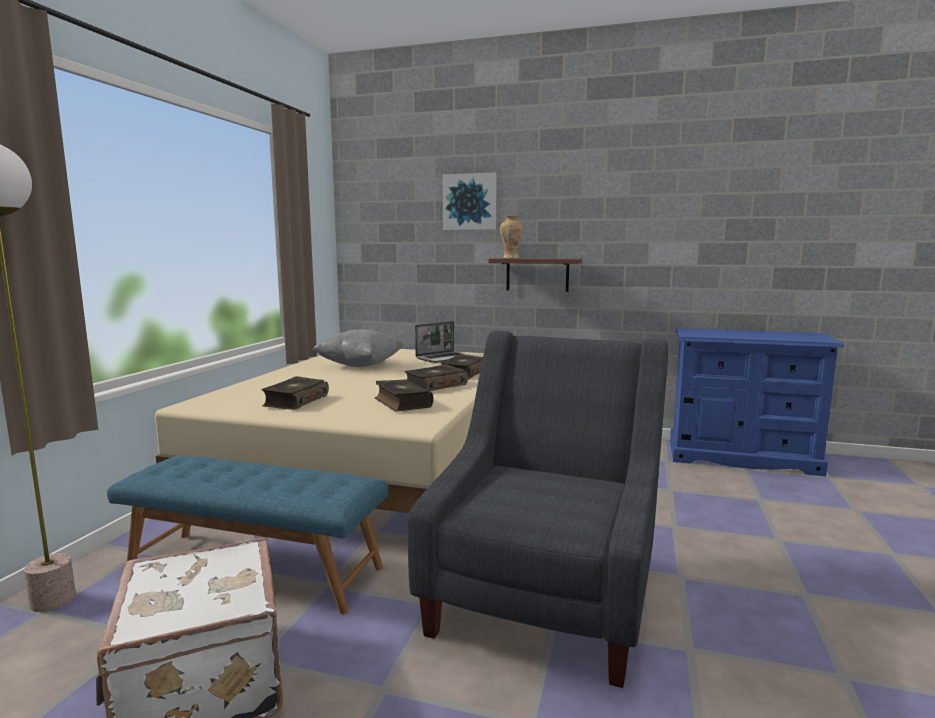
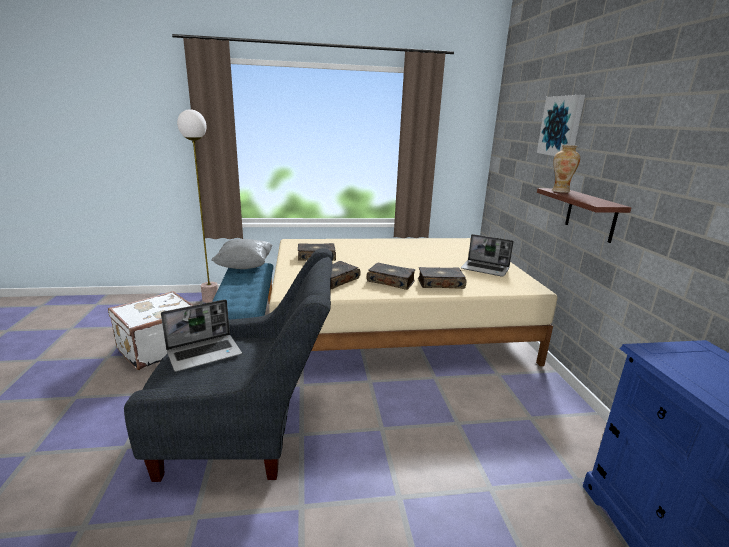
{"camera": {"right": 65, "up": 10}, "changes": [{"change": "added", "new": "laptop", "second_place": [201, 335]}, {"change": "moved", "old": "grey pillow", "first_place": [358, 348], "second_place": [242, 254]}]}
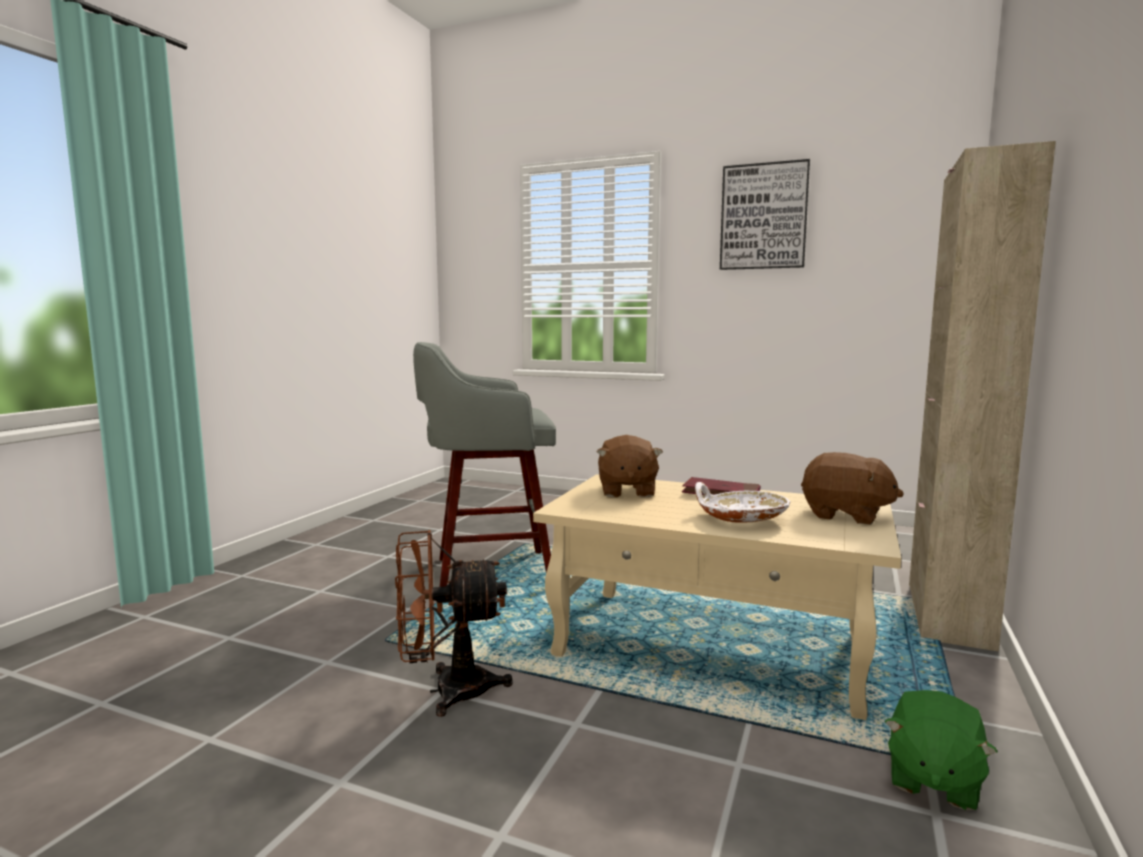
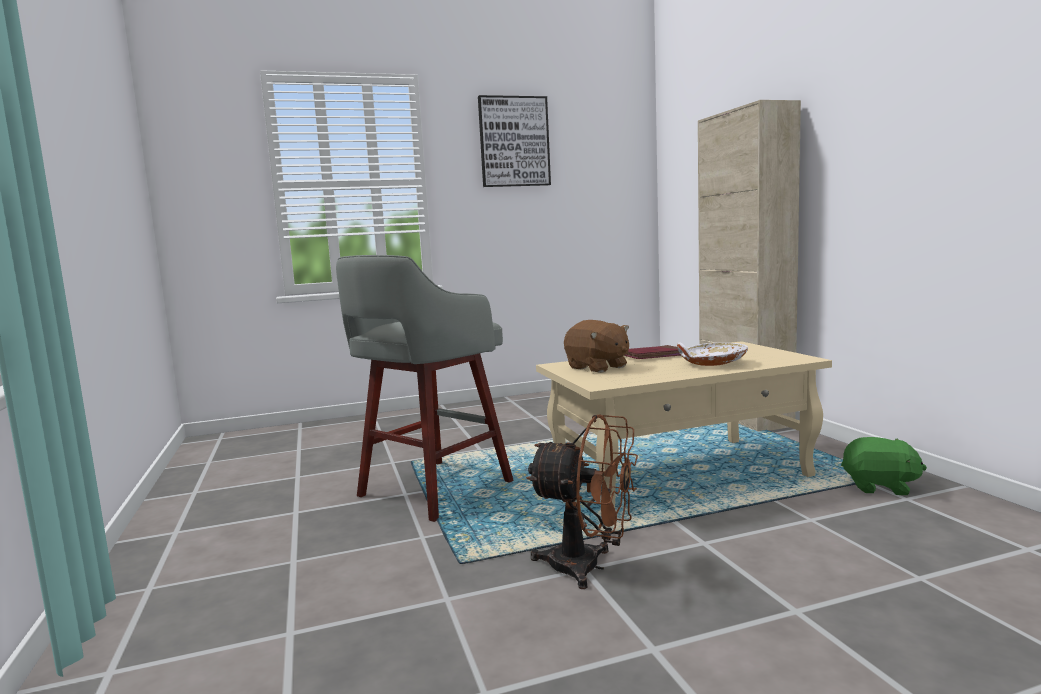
{"camera": {"right": -40, "up": 0}, "changes": [{"change": "turned", "old": "brown fan", "first_place": [454, 623], "second_place": [582, 501], "degrees": -105}, {"change": "turned", "old": "green plush toy", "first_place": [941, 750], "second_place": [884, 466], "degrees": -60}, {"change": "removed", "old": "brown plush toy", "first_place": [852, 488]}]}
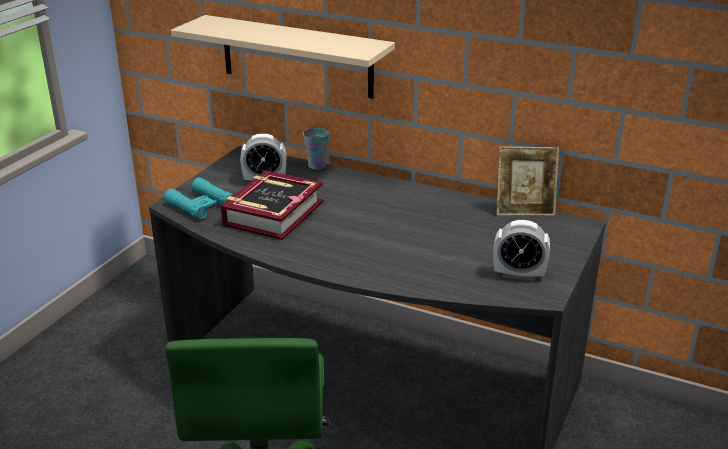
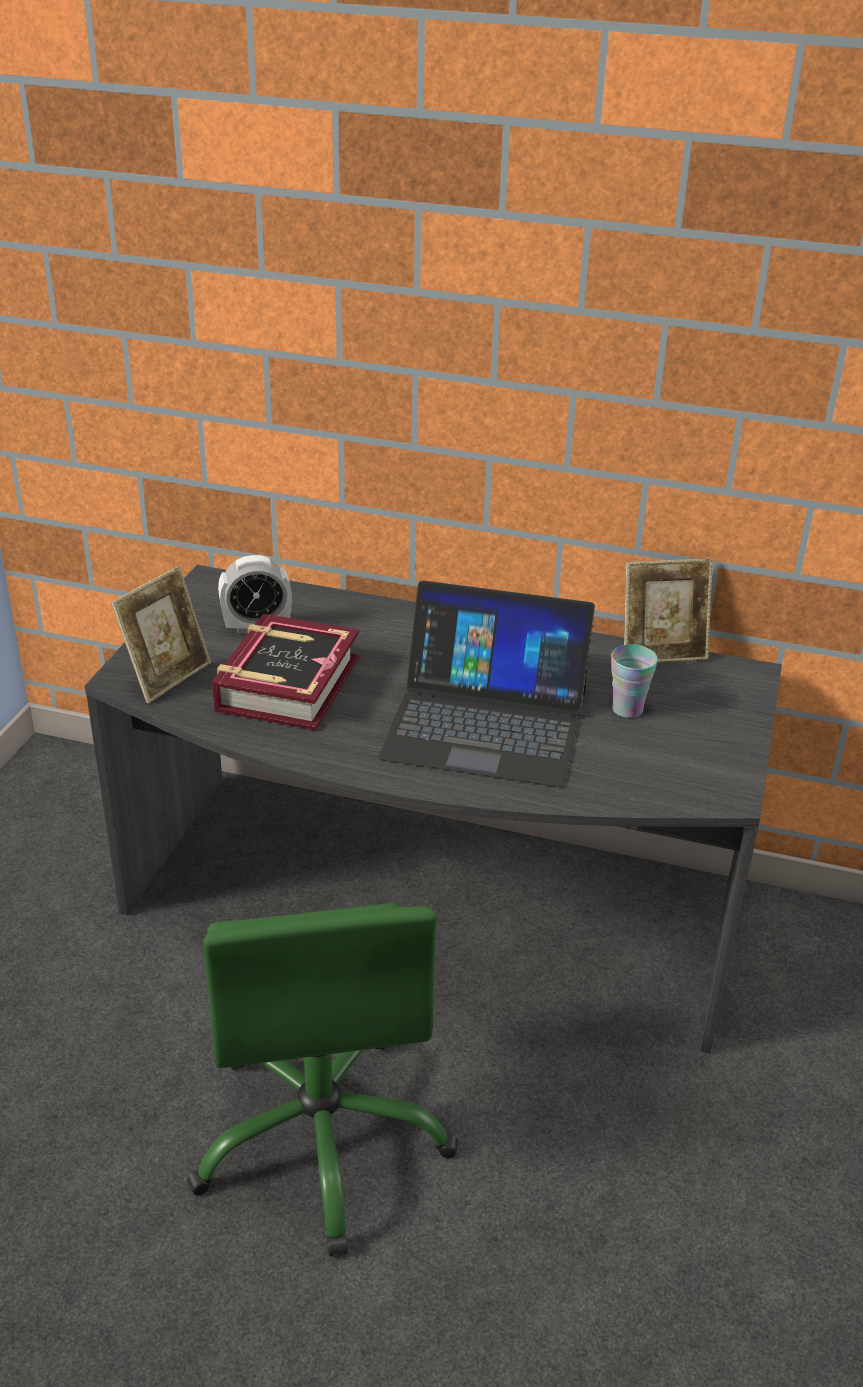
{"camera": {"right": -10, "up": 5}, "changes": [{"change": "replaced", "old": "turquoise binoculars", "new": "picture frame", "first_place": [198, 198], "second_place": [161, 634]}, {"change": "added", "new": "laptop", "second_place": [486, 684]}, {"change": "moved", "old": "cup", "first_place": [316, 149], "second_place": [634, 681]}, {"change": "removed", "old": "beige shelf", "first_place": [283, 57]}, {"change": "removed", "old": "alarm clock", "first_place": [521, 250]}]}
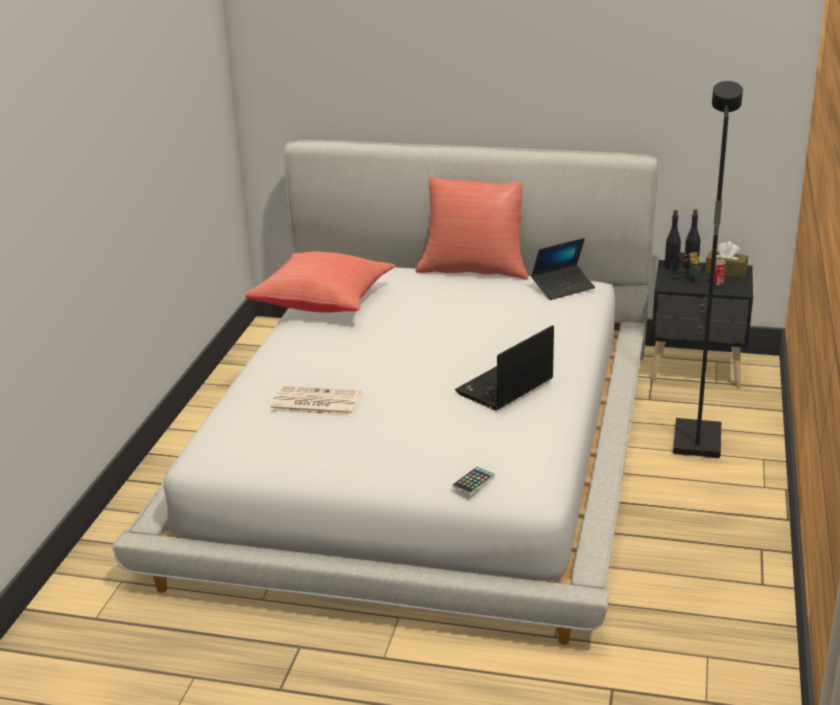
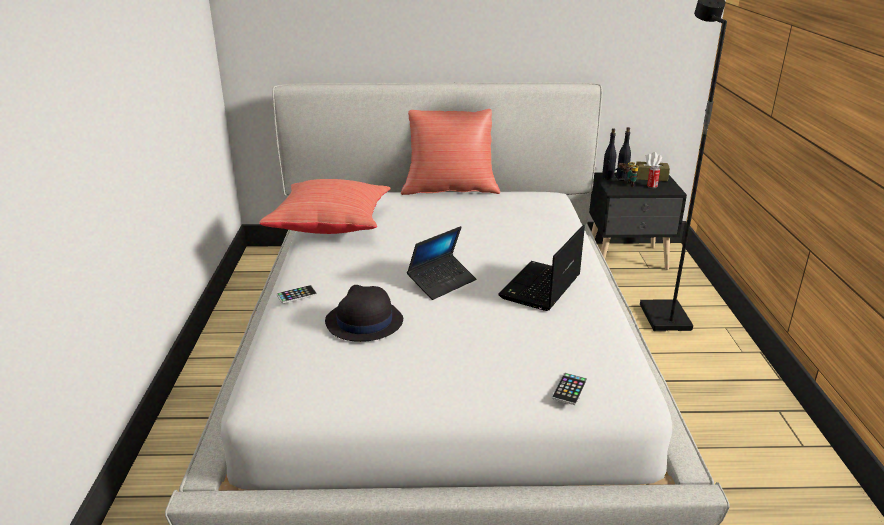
{"camera": {"right": -15, "up": 0}, "changes": [{"change": "added", "new": "phone", "second_place": [297, 294]}, {"change": "replaced", "old": "newspaper", "new": "black hat", "first_place": [315, 401], "second_place": [364, 313]}, {"change": "moved", "old": "laptop", "first_place": [563, 269], "second_place": [441, 263]}]}
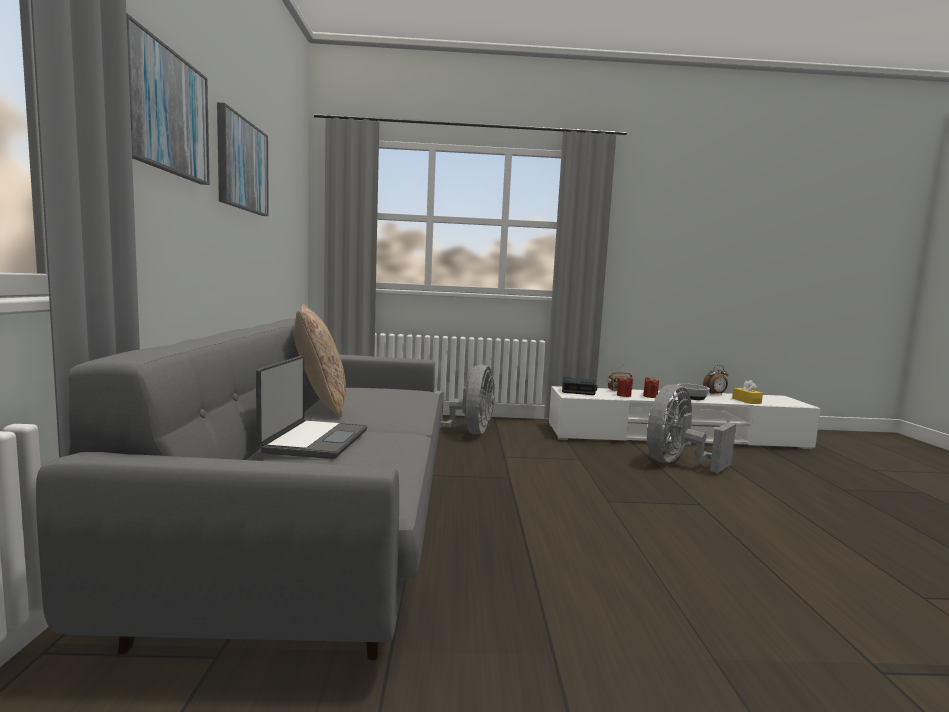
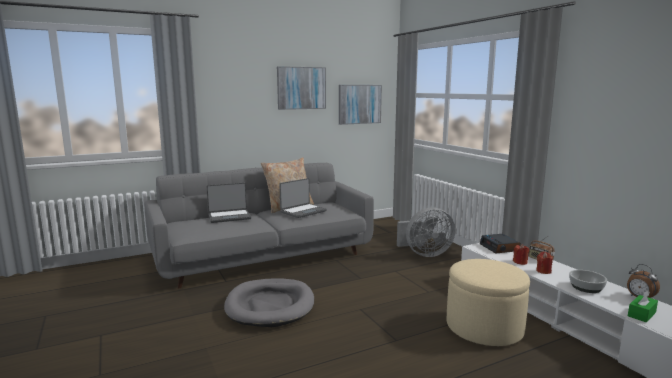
{"camera": {"right": 65, "up": 5}, "changes": [{"change": "added", "new": "grey dog bed", "second_place": [269, 302]}, {"change": "added", "new": "laptop", "second_place": [303, 198]}, {"change": "moved", "old": "picture", "first_place": [168, 99], "second_place": [360, 105]}, {"change": "replaced", "old": "grey fan", "new": "beige ottoman", "first_place": [691, 428], "second_place": [488, 302]}, {"change": "recoloured", "old": "yellow tissue box", "new": "green tissue box", "first_place": [747, 392], "second_place": [643, 306]}]}
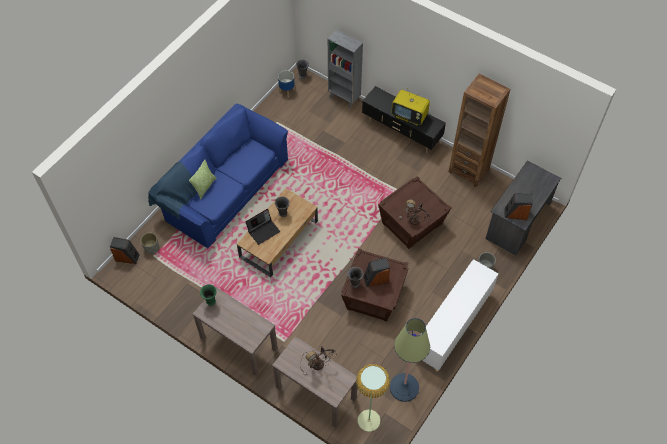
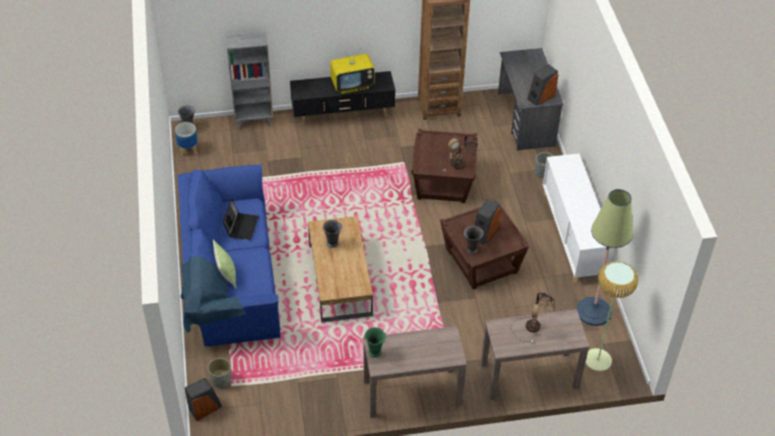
{"camera": {"right": -45, "up": -10}, "changes": [{"change": "moved", "old": "laptop", "first_place": [263, 227], "second_place": [241, 219]}]}
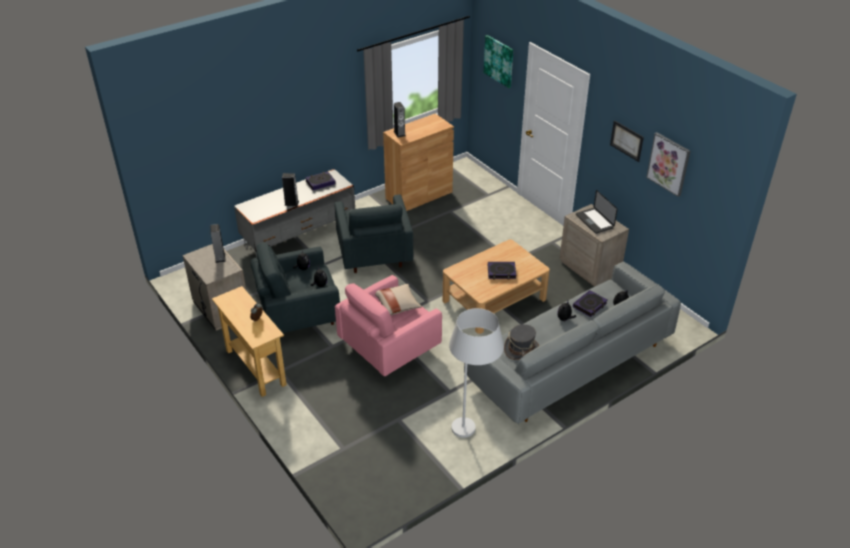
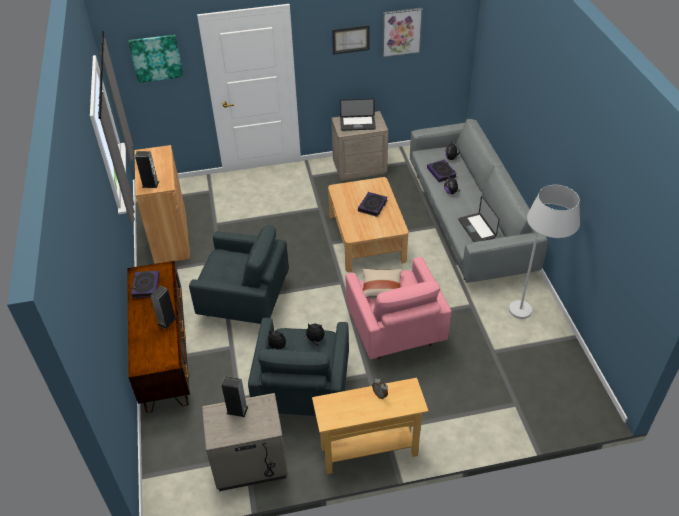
{"camera": {"right": -65, "up": 5}, "changes": [{"change": "recoloured", "old": "grey tv stand", "new": "brown tv stand", "first_place": [294, 213], "second_place": [158, 337]}, {"change": "replaced", "old": "grey hat", "new": "laptop", "first_place": [521, 342], "second_place": [478, 218]}]}
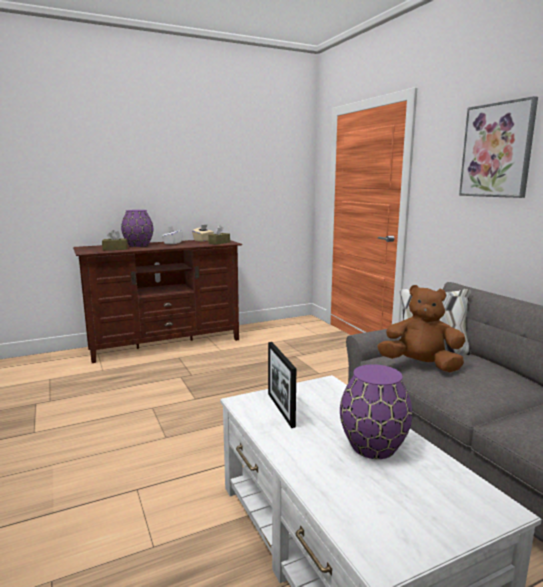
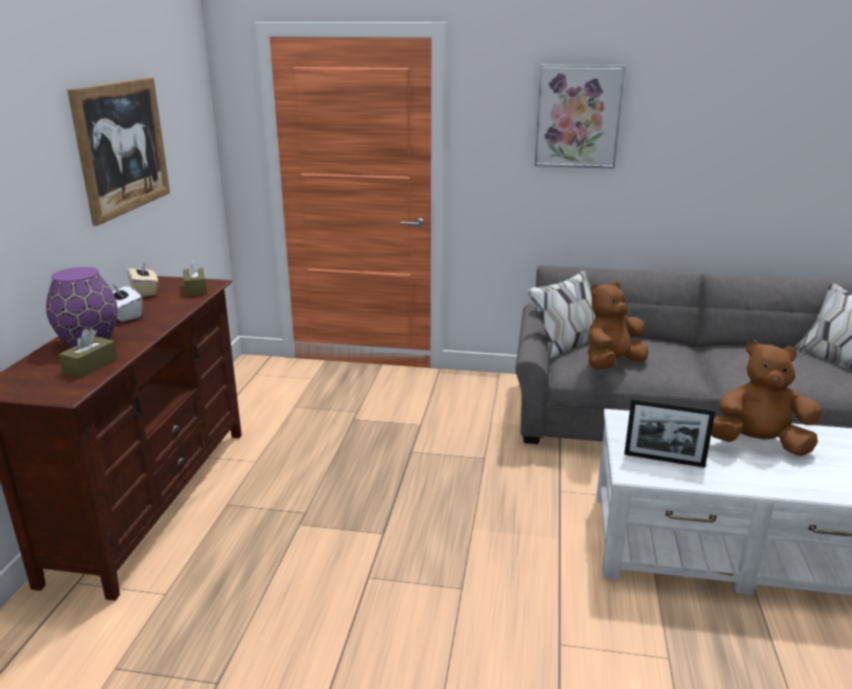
{"camera": {"right": -55, "up": 10}, "changes": [{"change": "added", "new": "picture", "second_place": [118, 152]}, {"change": "replaced", "old": "purple vase", "new": "brown plush toy", "first_place": [376, 411], "second_place": [766, 398]}]}
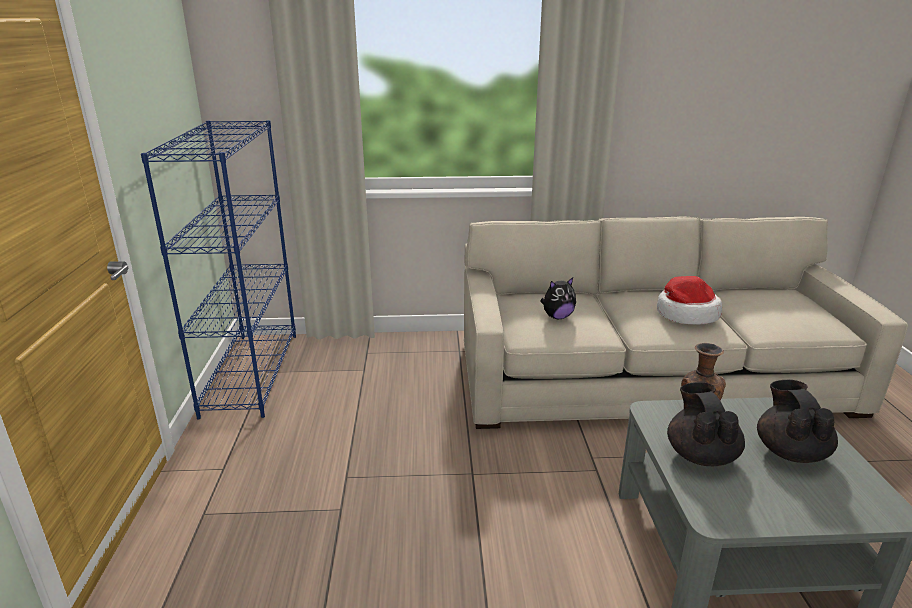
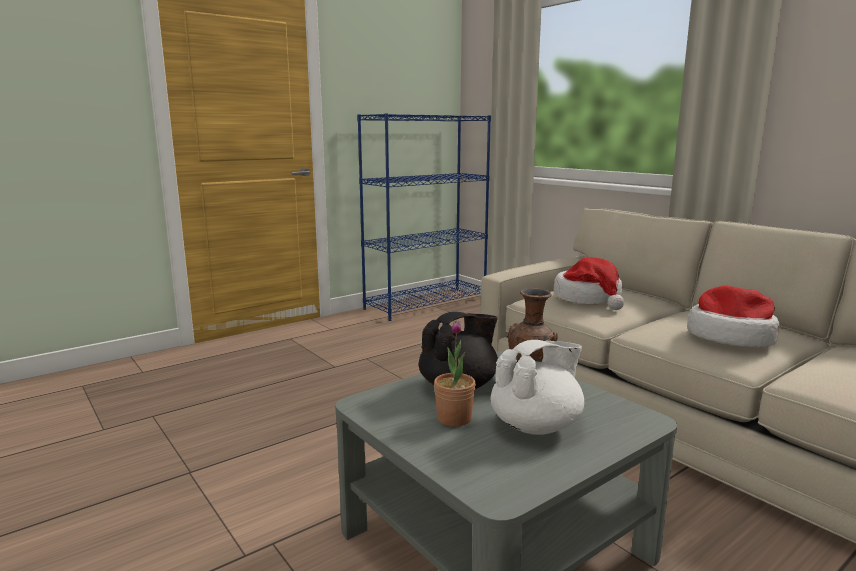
{"camera": {"right": 55, "up": -10}, "changes": [{"change": "added", "new": "potted plant", "second_place": [455, 374]}, {"change": "recoloured", "old": "black teapot", "new": "white teapot", "first_place": [797, 421], "second_place": [537, 387]}, {"change": "replaced", "old": "plush toy", "new": "hat", "first_place": [558, 298], "second_place": [589, 283]}]}
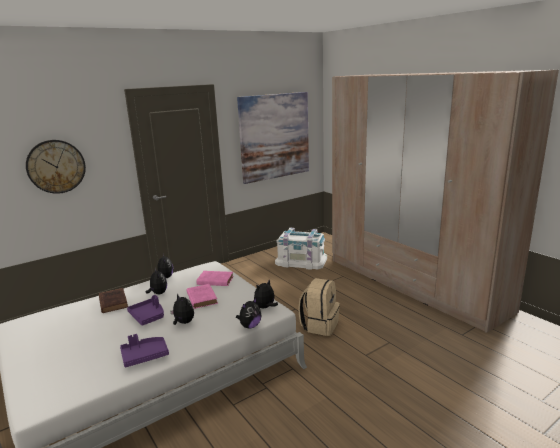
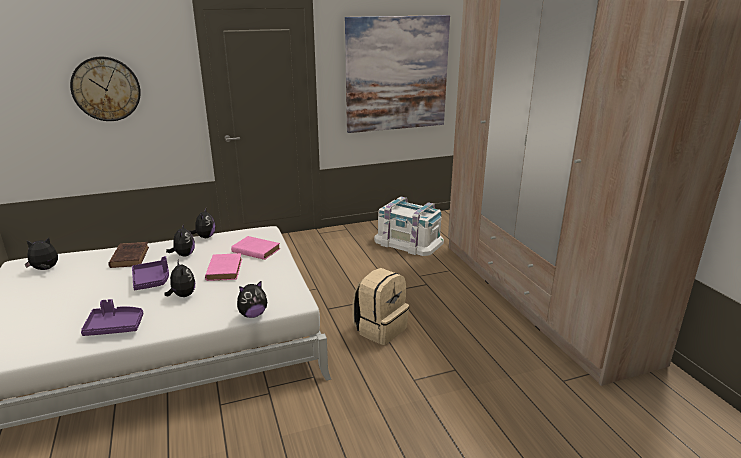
{"camera": {"right": 15, "up": 5}, "changes": [{"change": "moved", "old": "plush toy", "first_place": [266, 293], "second_place": [41, 253]}]}
